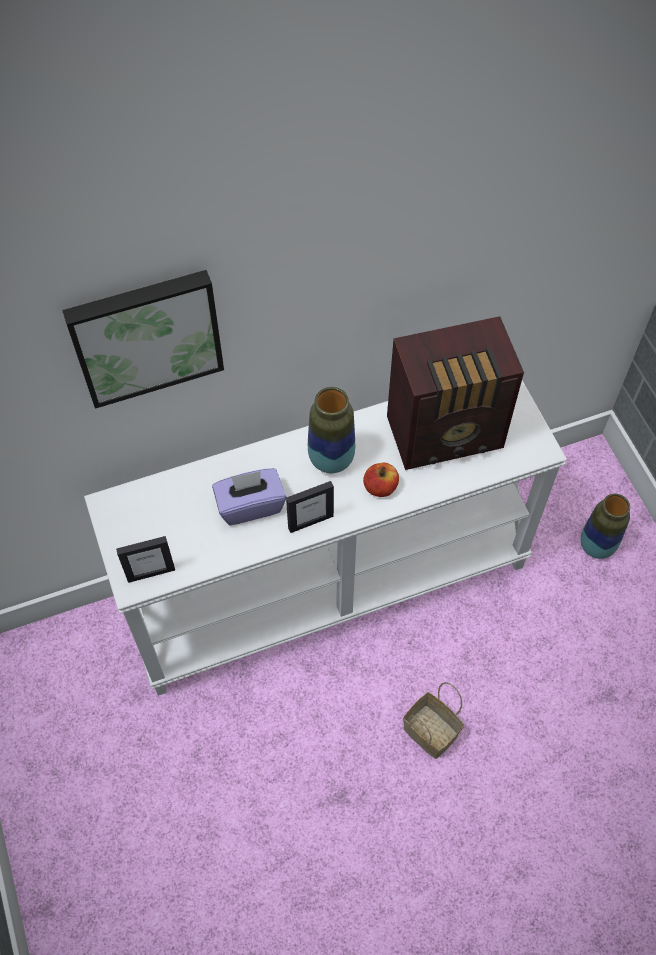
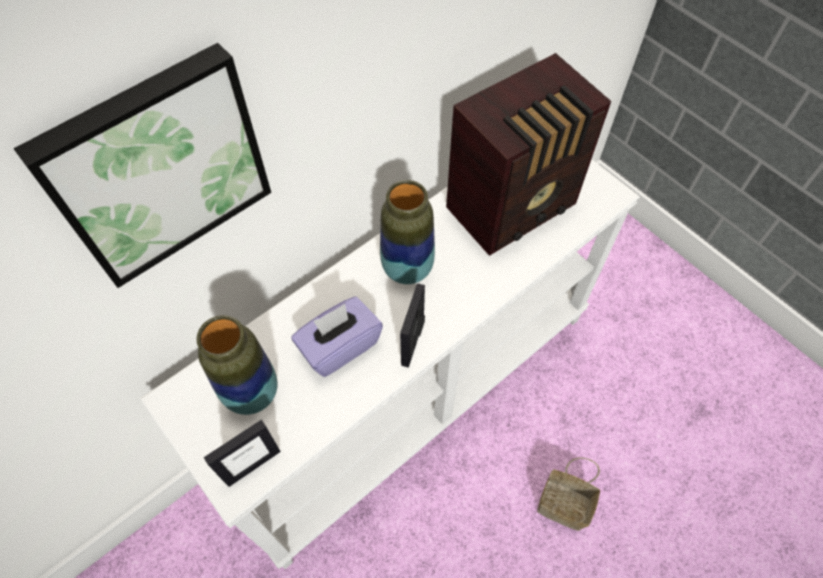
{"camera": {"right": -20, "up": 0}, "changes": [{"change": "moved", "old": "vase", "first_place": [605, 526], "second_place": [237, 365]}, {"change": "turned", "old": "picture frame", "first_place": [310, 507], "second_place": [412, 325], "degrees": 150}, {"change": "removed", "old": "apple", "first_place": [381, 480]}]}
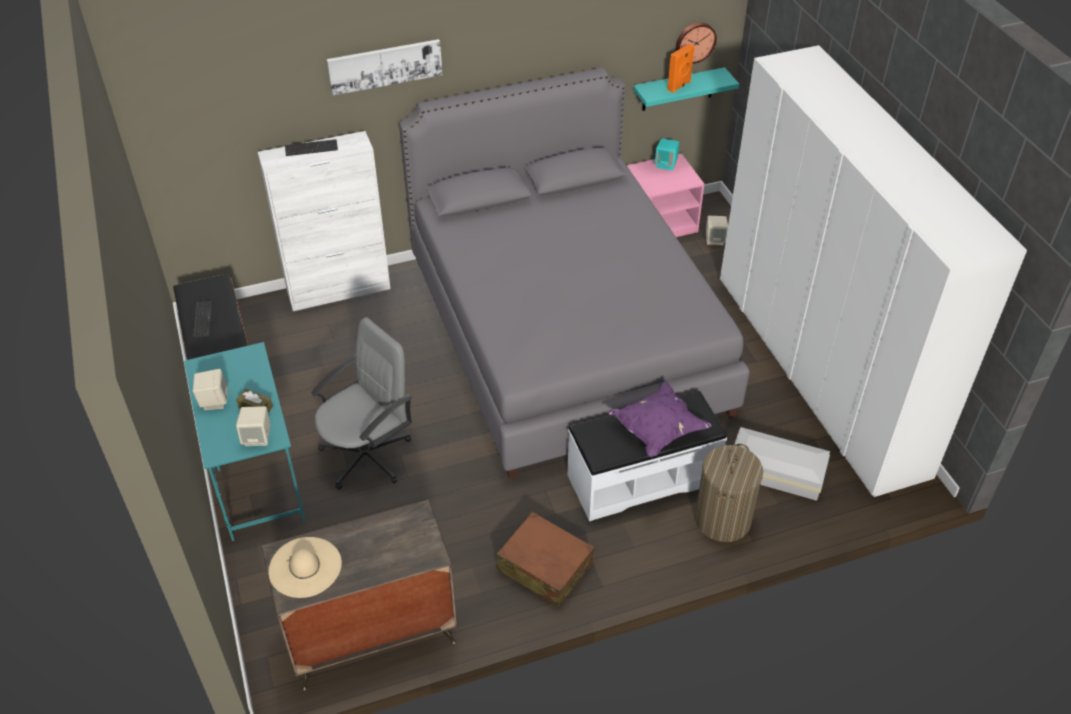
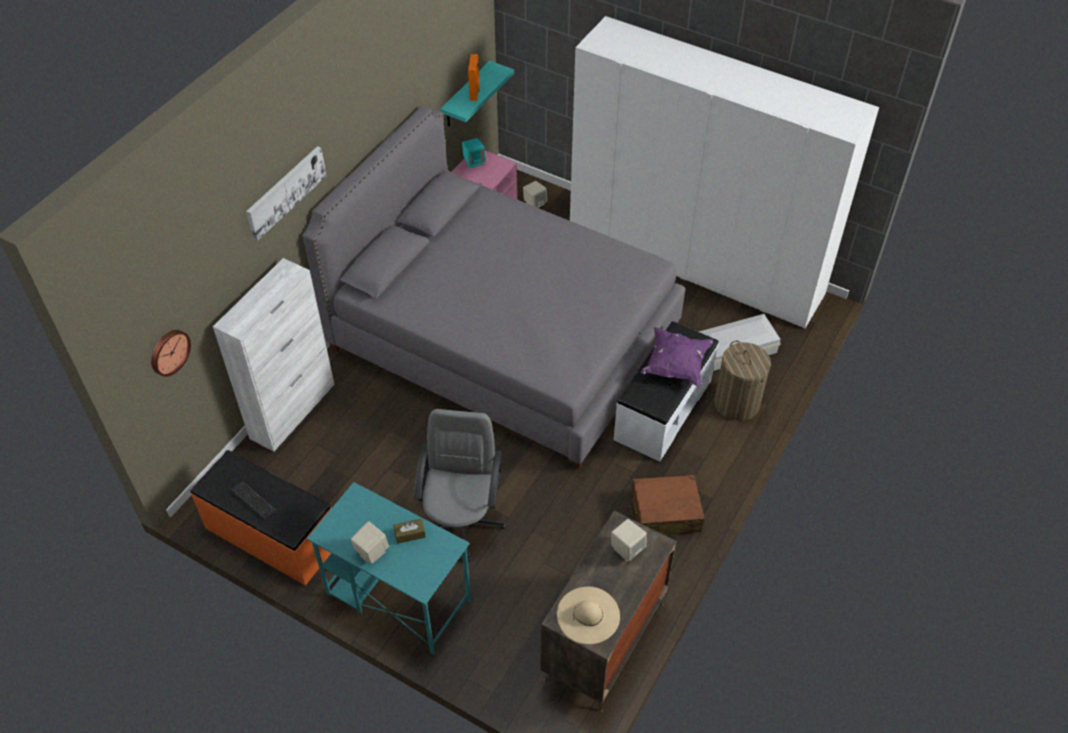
{"camera": {"right": -40, "up": 5}, "changes": [{"change": "moved", "old": "wall clock", "first_place": [696, 43], "second_place": [171, 353]}, {"change": "moved", "old": "beige speaker", "first_place": [253, 426], "second_place": [629, 540]}, {"change": "removed", "old": "keyboard", "first_place": [311, 147]}]}
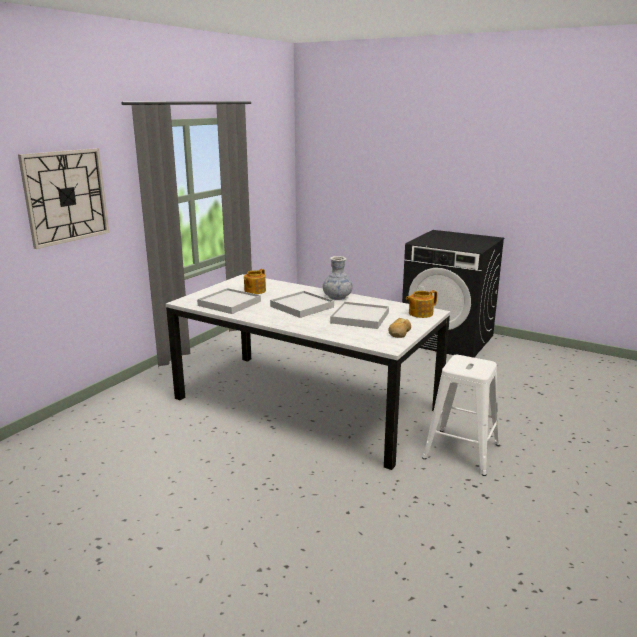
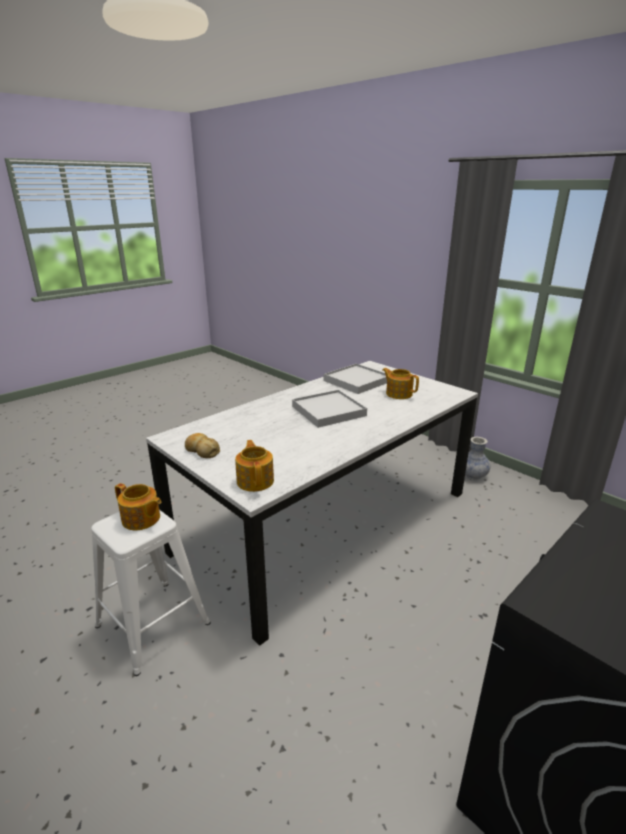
{"camera": {"right": 105, "up": 5}, "changes": [{"change": "added", "new": "teapot", "second_place": [138, 506]}, {"change": "moved", "old": "vase", "first_place": [338, 278], "second_place": [478, 458]}, {"change": "removed", "old": "wall clock", "first_place": [63, 198]}, {"change": "removed", "old": "white tray", "first_place": [359, 315]}]}
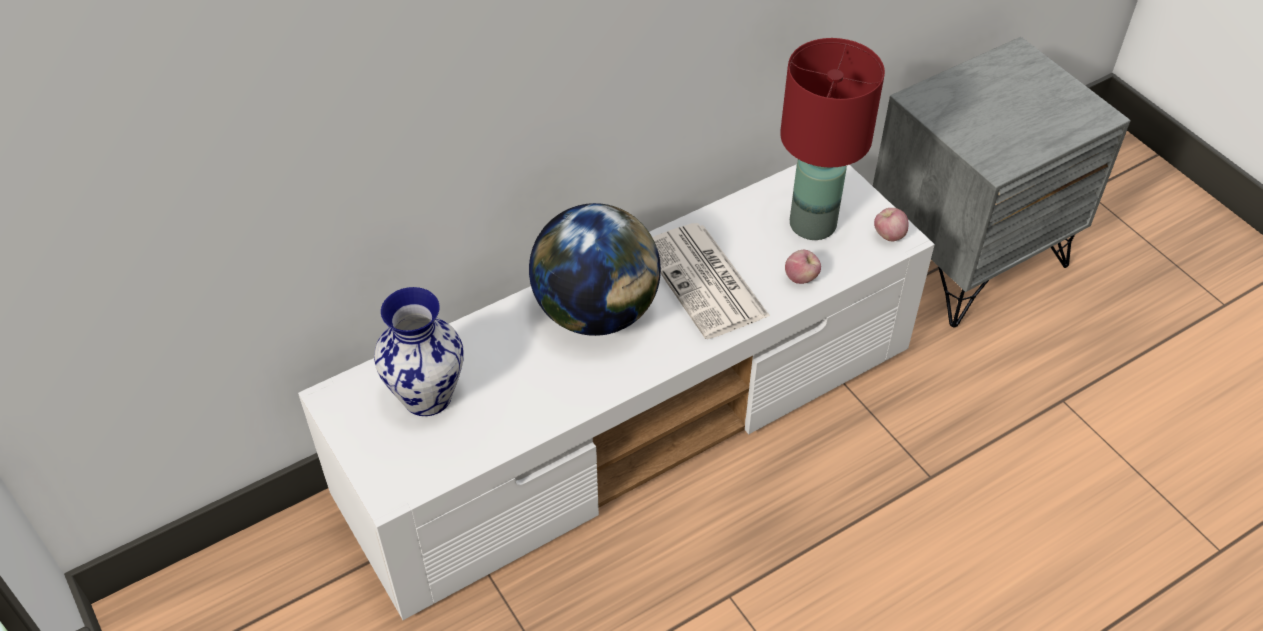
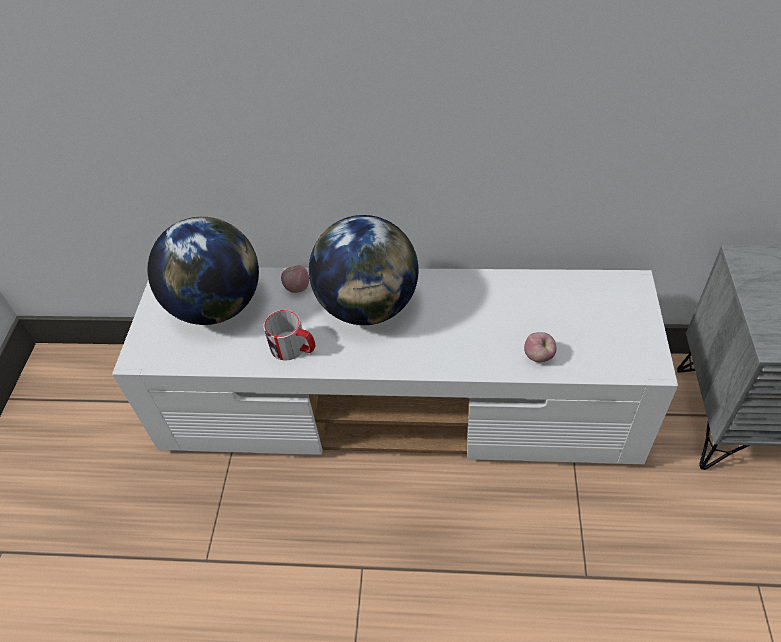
{"camera": {"right": 40, "up": 0}, "changes": [{"change": "replaced", "old": "vase", "new": "globe", "first_place": [419, 351], "second_place": [203, 271]}, {"change": "added", "new": "mug", "second_place": [289, 335]}, {"change": "moved", "old": "apple", "first_place": [891, 224], "second_place": [295, 279]}, {"change": "removed", "old": "newspaper", "first_place": [711, 281]}, {"change": "removed", "old": "red table lamp", "first_place": [832, 139]}]}
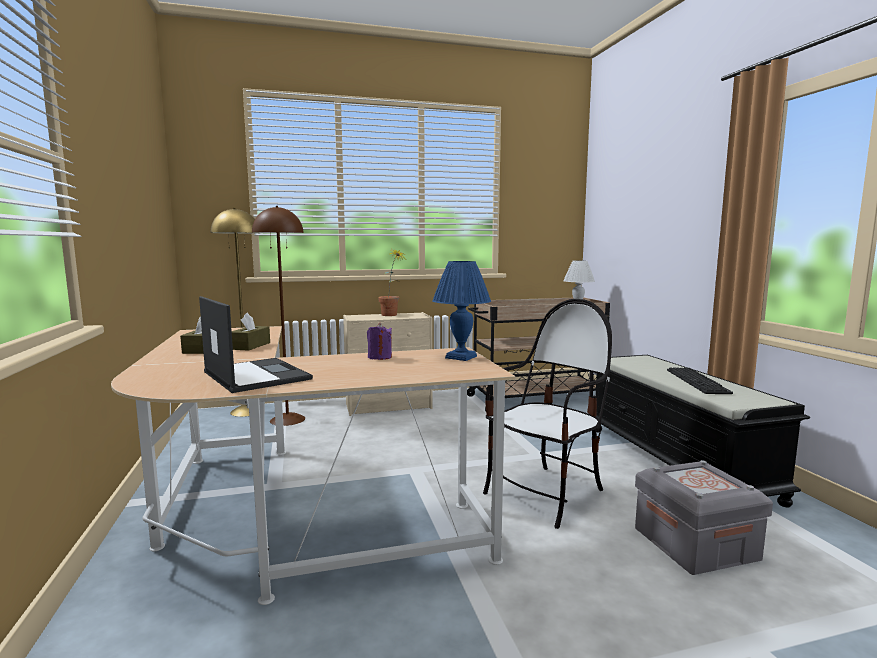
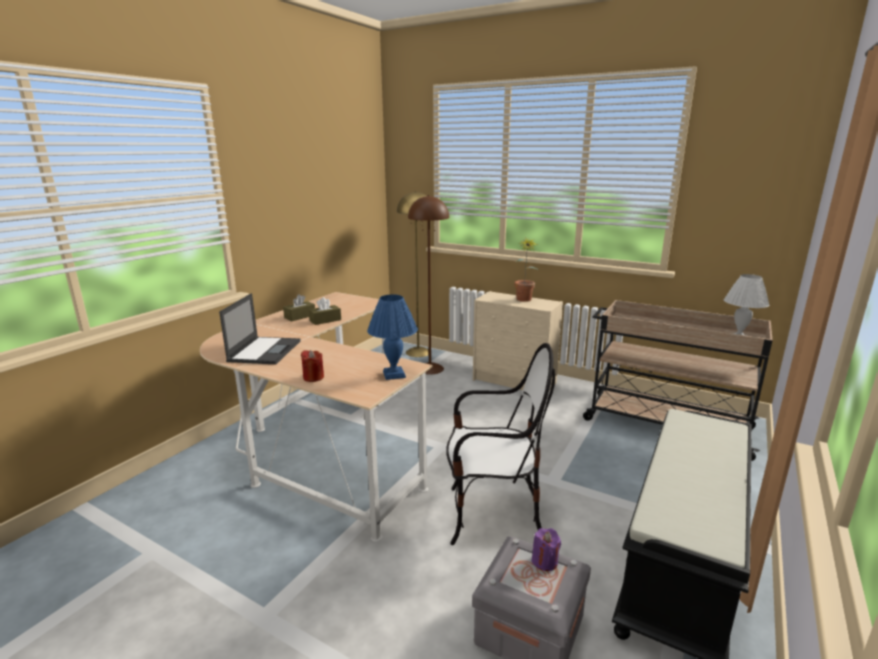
{"camera": {"right": 45, "up": 10}, "changes": [{"change": "added", "new": "red candle", "second_place": [312, 366]}, {"change": "moved", "old": "purple candle", "first_place": [379, 341], "second_place": [546, 549]}, {"change": "removed", "old": "keyboard", "first_place": [700, 381]}]}
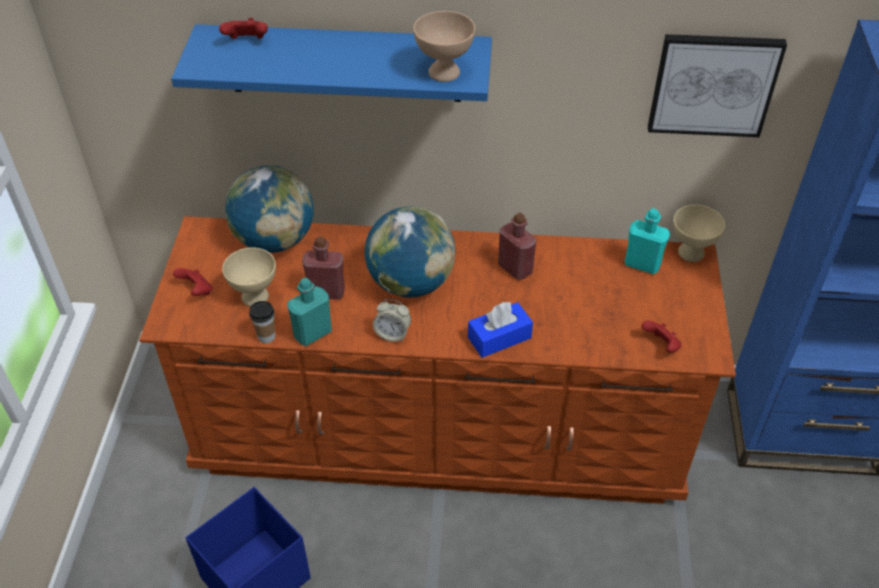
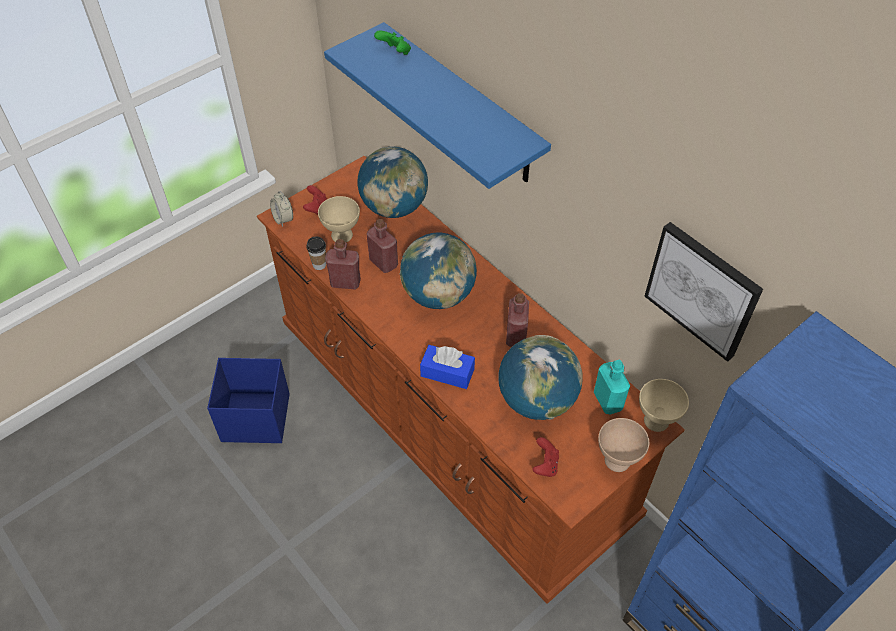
{"camera": {"right": 45, "up": 5}, "changes": [{"change": "moved", "old": "alarm clock", "first_place": [392, 320], "second_place": [281, 209]}, {"change": "recoloured", "old": "turquoise bottle", "new": "red bottle", "first_place": [309, 312], "second_place": [343, 264]}, {"change": "recoloured", "old": "red game controller", "new": "green game controller", "first_place": [243, 28], "second_place": [392, 43]}, {"change": "added", "new": "globe", "second_place": [540, 377]}, {"change": "moved", "old": "beige bowl", "first_place": [444, 46], "second_place": [623, 445]}]}
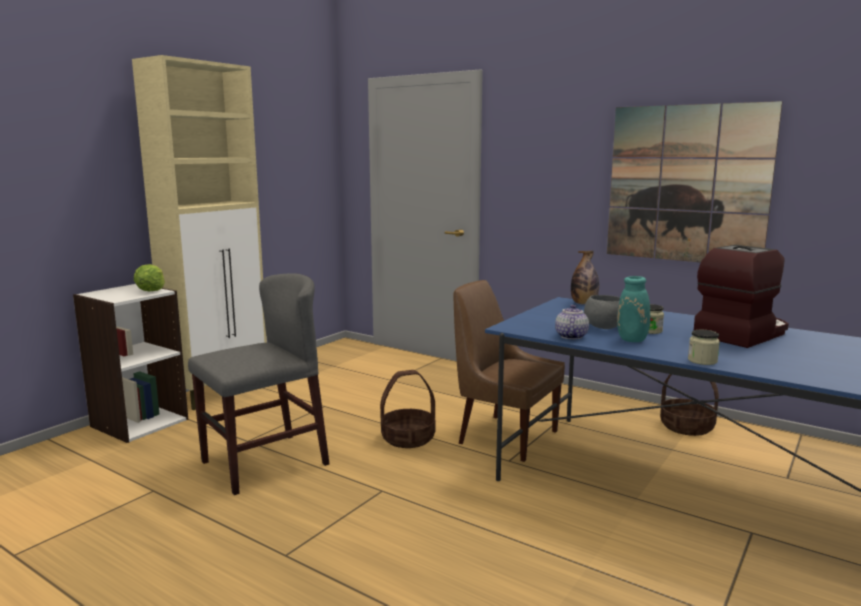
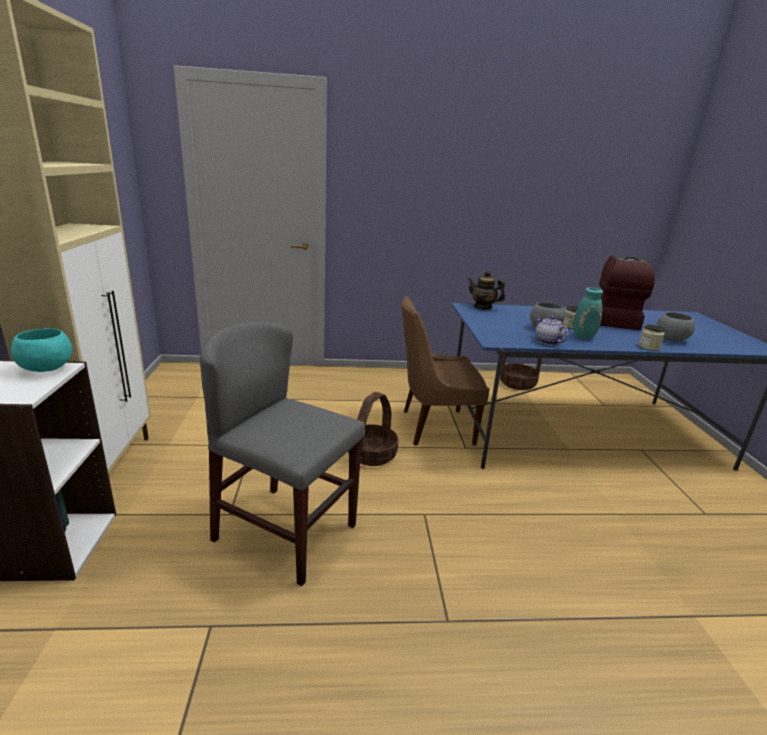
{"camera": {"right": -40, "up": 10}, "changes": [{"change": "replaced", "old": "lettuce", "new": "turquoise bowl", "first_place": [149, 277], "second_place": [41, 350]}, {"change": "turned", "old": "grey chair", "first_place": [259, 384], "second_place": [282, 454], "degrees": -75}, {"change": "replaced", "old": "bottle", "new": "teapot", "first_place": [585, 278], "second_place": [486, 290]}, {"change": "added", "new": "grey bowl", "second_place": [676, 326]}, {"change": "removed", "old": "picture", "first_place": [694, 181]}]}
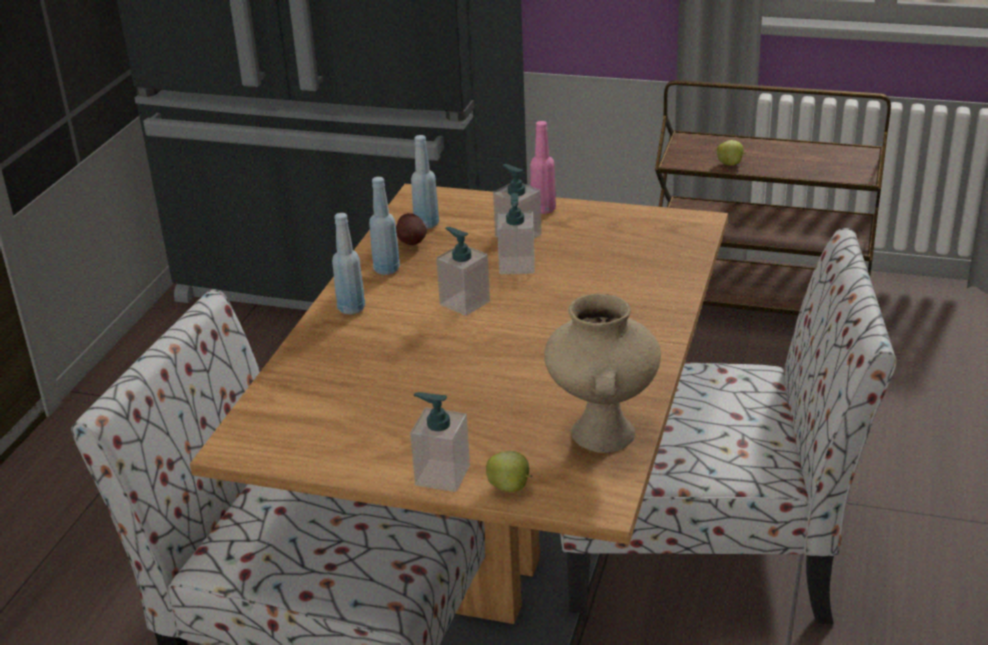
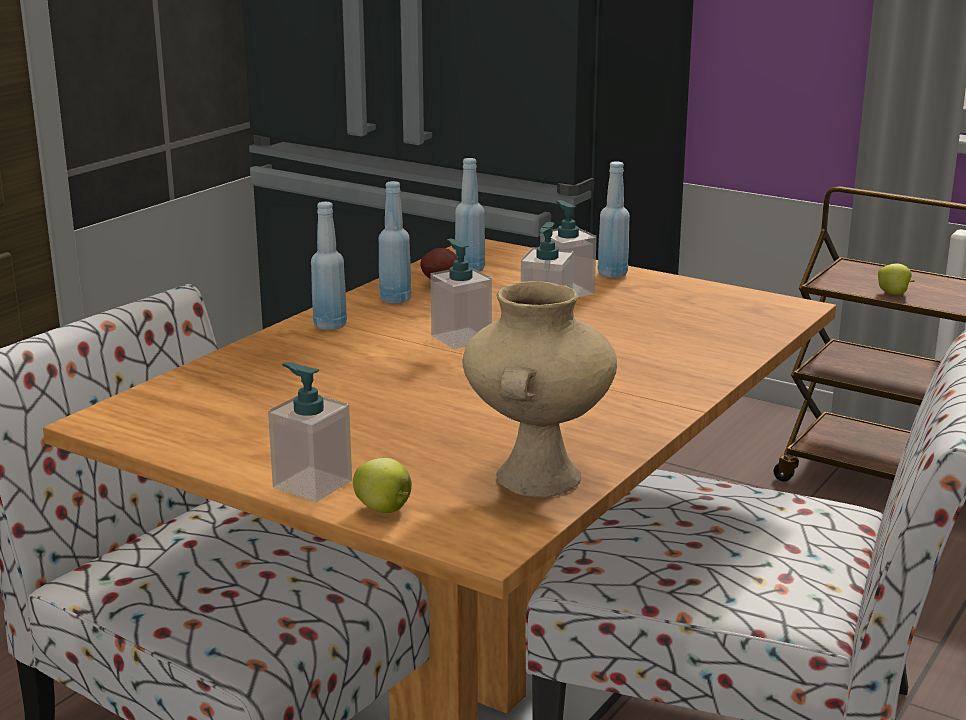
{"camera": {"right": 15, "up": -10}, "changes": [{"change": "recoloured", "old": "pink bottle", "new": "blue bottle", "first_place": [543, 167], "second_place": [614, 220]}]}
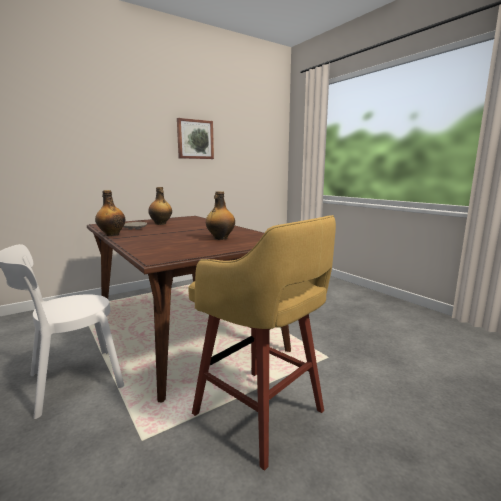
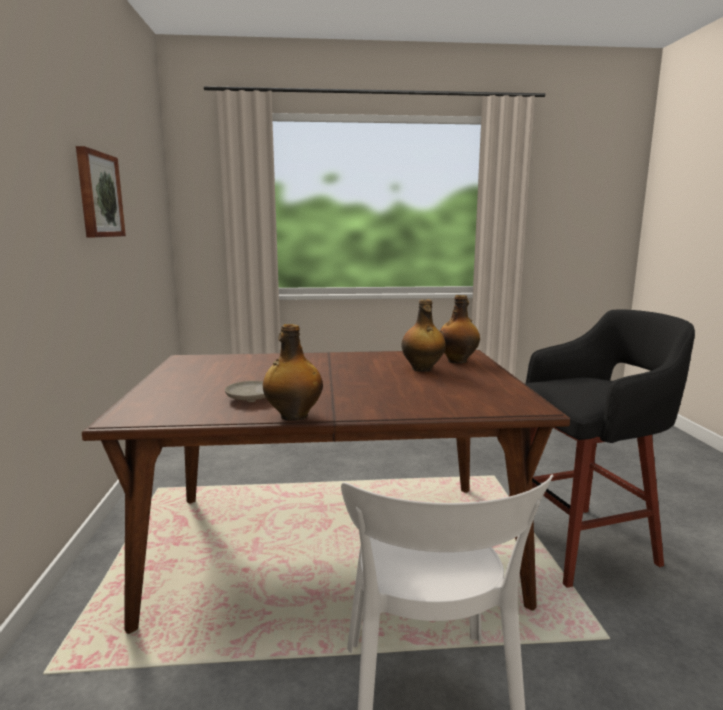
{"camera": {"right": -60, "up": 0}, "changes": [{"change": "moved", "old": "bottle", "first_place": [160, 206], "second_place": [460, 329]}, {"change": "recoloured", "old": "yellow stool", "new": "black stool", "first_place": [262, 343], "second_place": [602, 449]}]}
